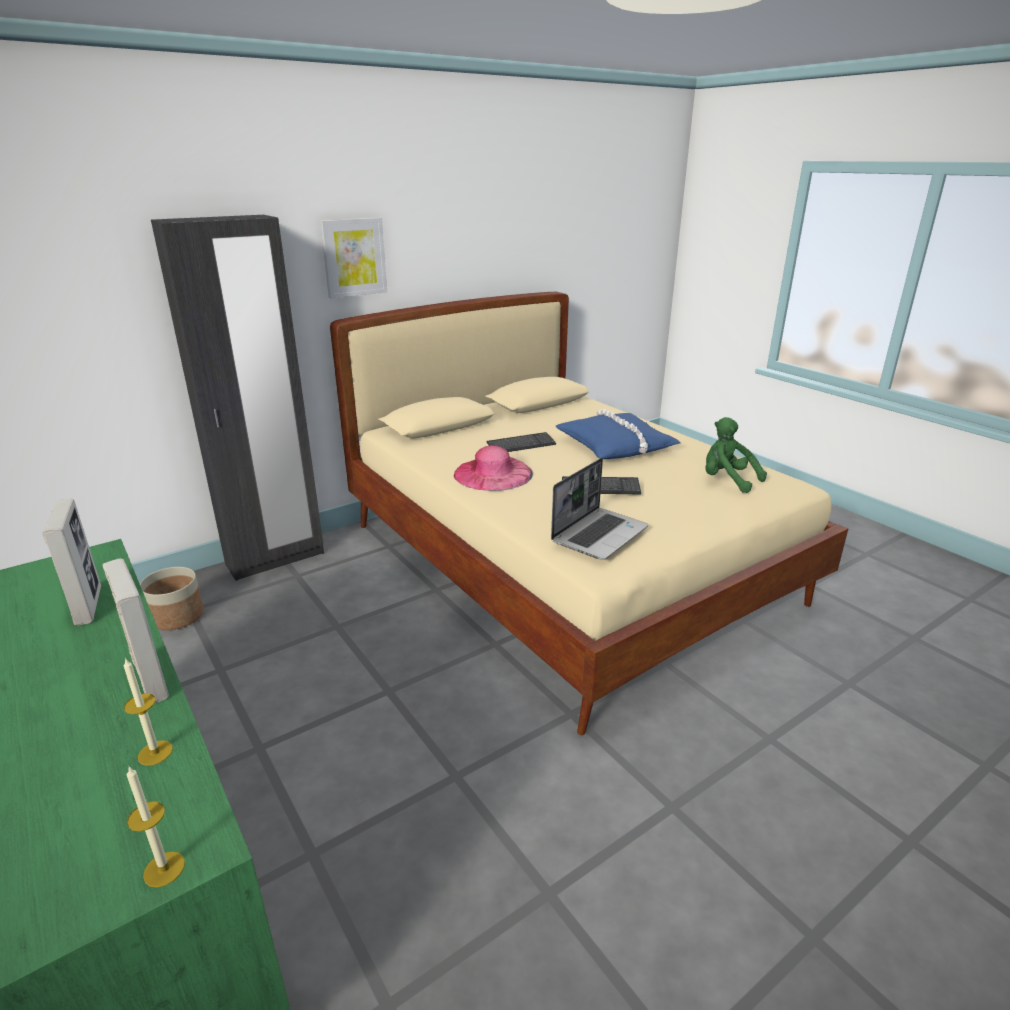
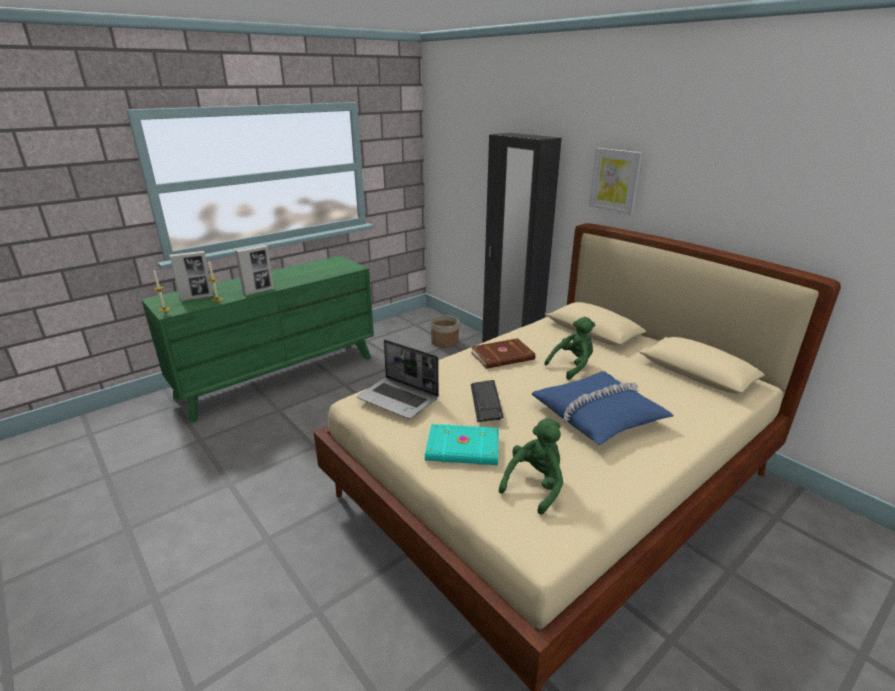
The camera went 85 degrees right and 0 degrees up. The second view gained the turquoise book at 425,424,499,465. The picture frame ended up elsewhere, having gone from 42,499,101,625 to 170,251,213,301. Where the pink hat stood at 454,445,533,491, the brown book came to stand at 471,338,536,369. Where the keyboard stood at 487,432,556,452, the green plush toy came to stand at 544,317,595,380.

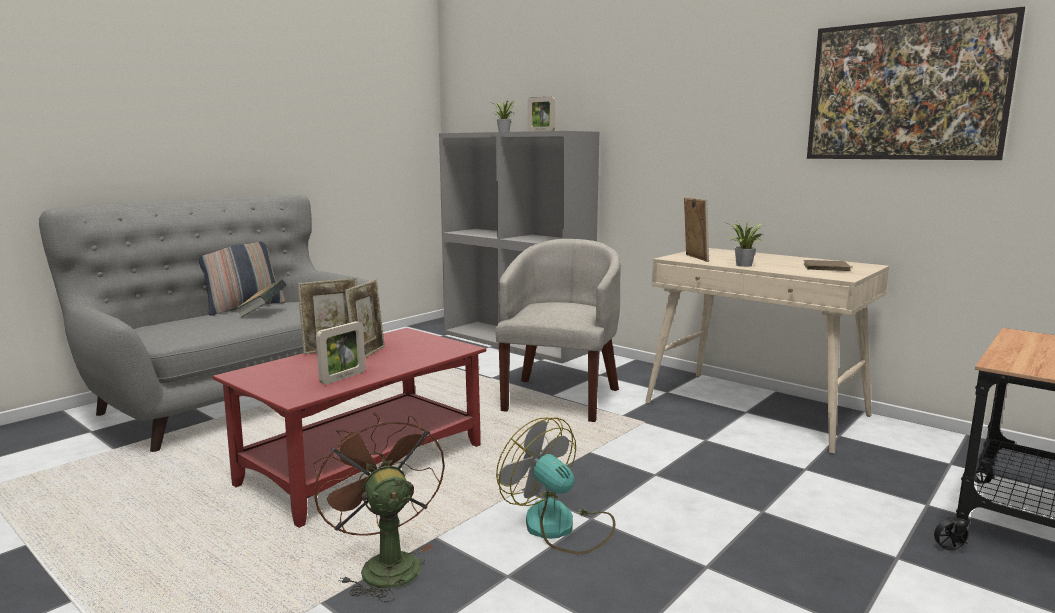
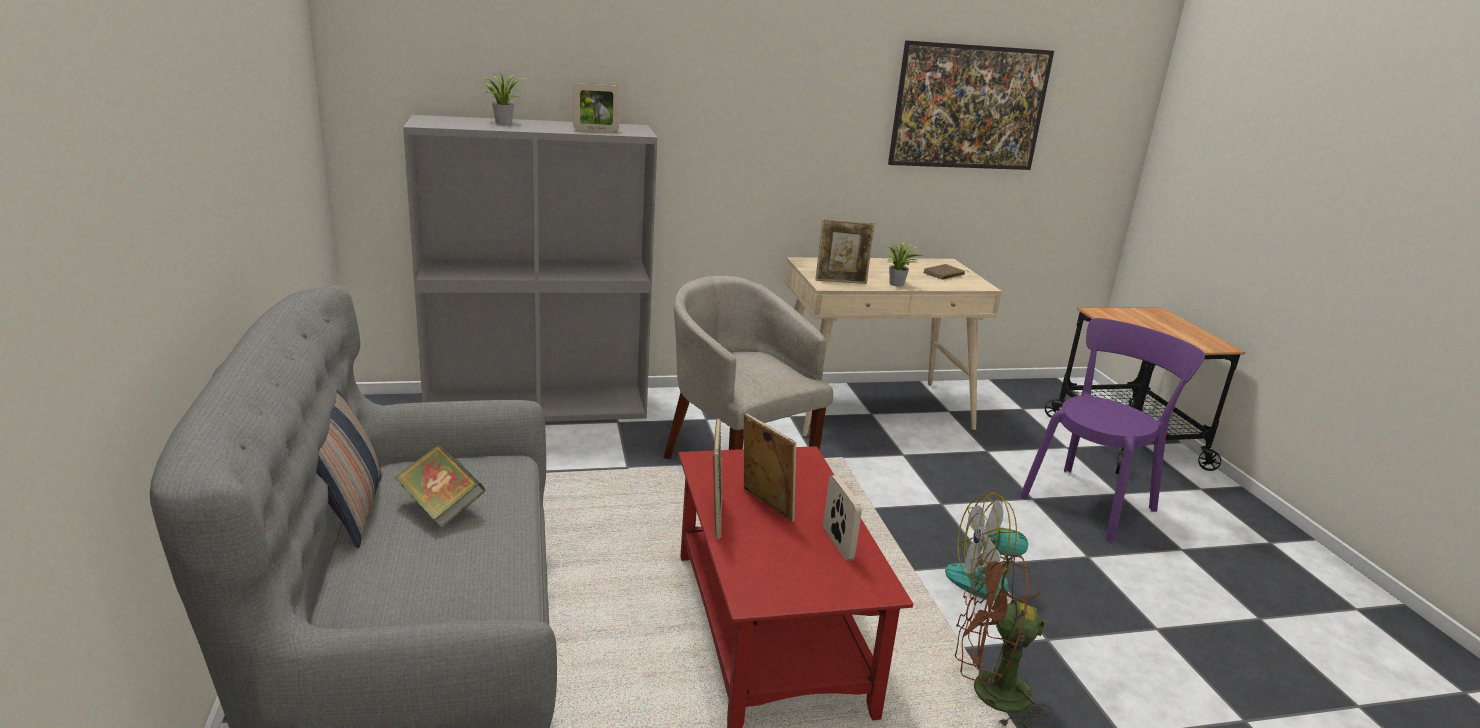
The camera went 55 degrees left and 10 degrees up. The second view gained the purple chair at 1020,318,1205,543. The picture frame at 684,197,709,262 ended up facing another way, 150 degrees clockwise from before.

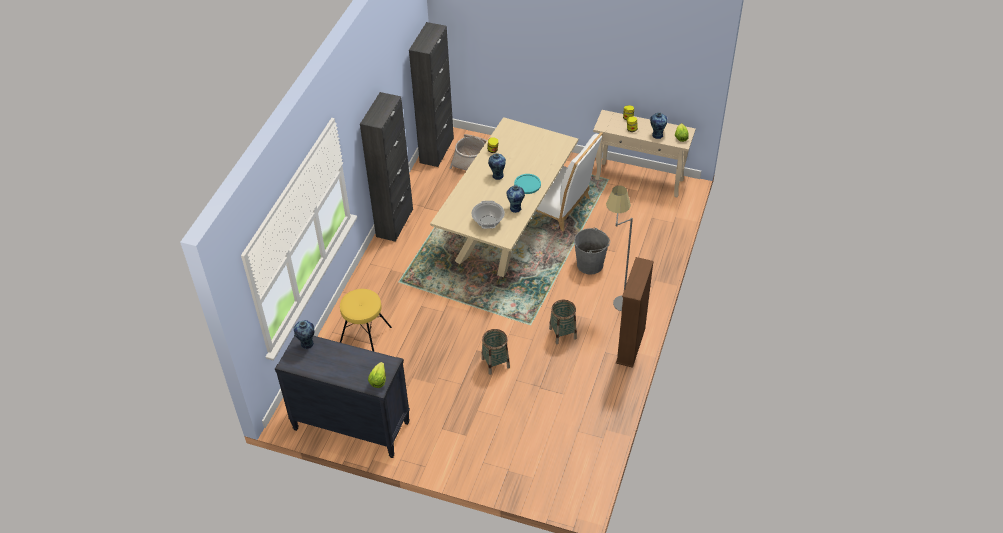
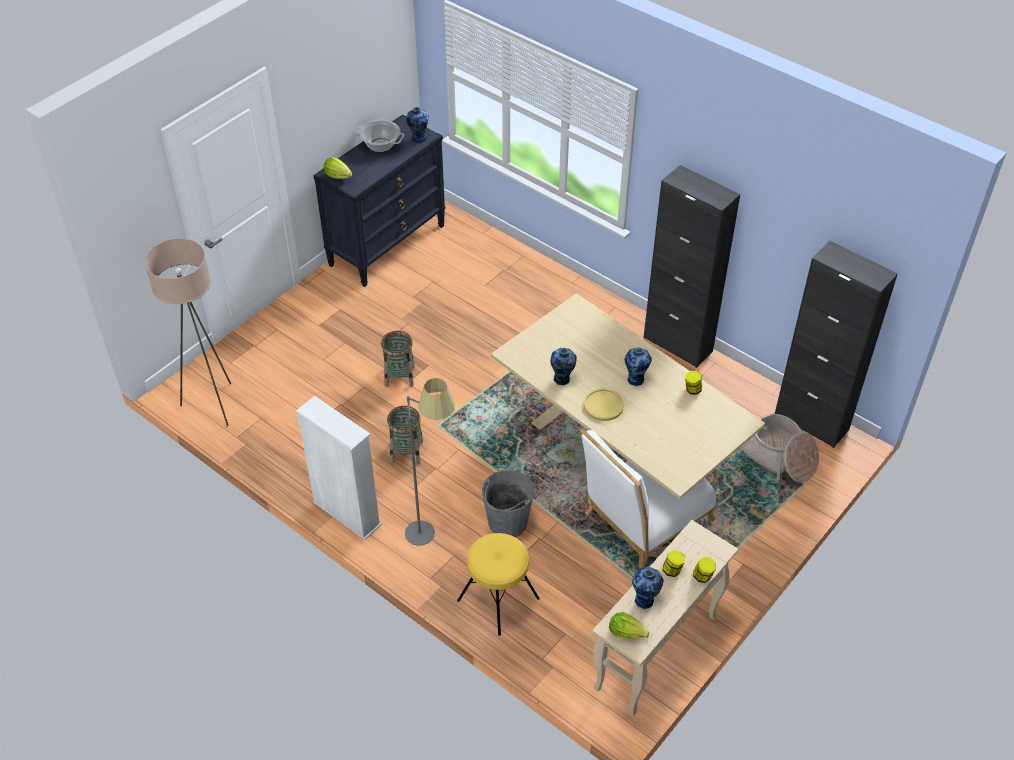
The camera went 110 degrees right and 0 degrees up. The second view gained the beige floor lamp at 145,238,231,426. The yellow stool ended up elsewhere, having gone from 340,289,392,351 to 457,533,540,636. The cooking pot ended up elsewhere, having gone from 471,201,505,229 to 355,120,404,152. What was the turquoise plate at 514,174,541,194 turned into the yellow plate at 584,388,624,421. What was the brown bookcase at 616,257,654,368 turned into the white bookcase at 296,396,382,540.

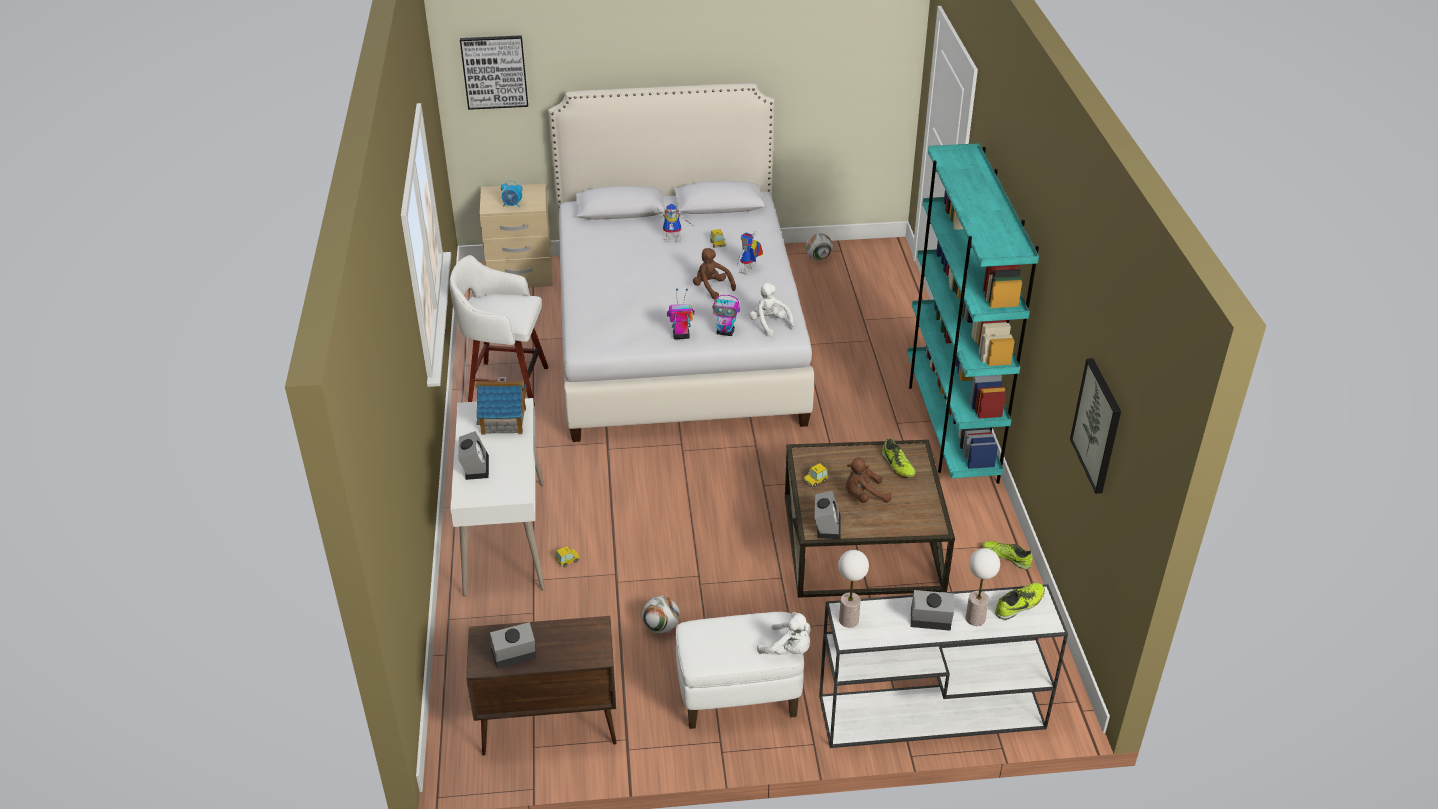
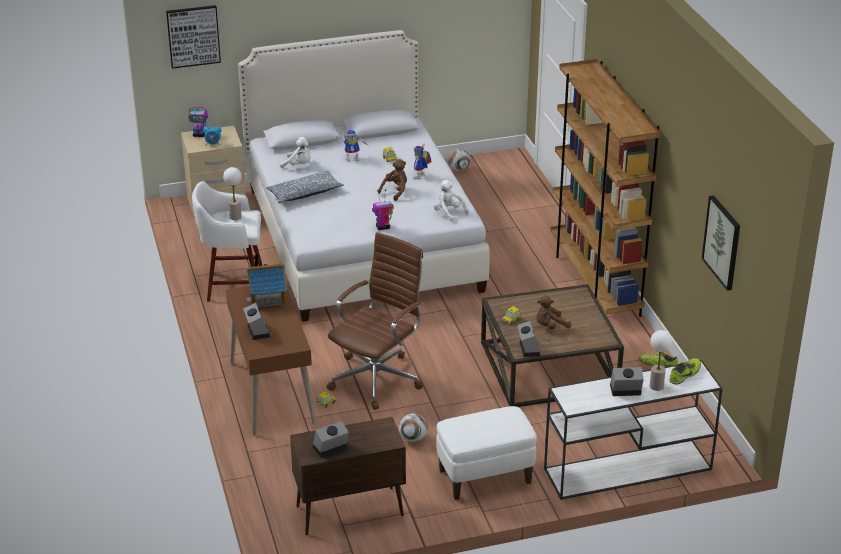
The camera went 10 degrees left and 5 degrees down. The second view lost the shoe at 882,438,916,478. The second view gained the pillow at 267,171,344,203. The second view gained the brown office chair at 327,232,423,410. The toy robot ended up elsewhere, having gone from 712,295,740,336 to 188,107,208,137. The white plush toy ended up elsewhere, having gone from 757,612,811,655 to 280,137,311,168. The table lamp ended up elsewhere, having gone from 838,550,869,628 to 223,167,242,220. What was the white desk at 450,398,545,596 turned into the brown desk at 226,284,315,436. What was the turquoise bookcase at 907,143,1039,484 turned into the brown bookcase at 551,59,661,317. The brown plush toy at 693,248,736,299 ended up facing another way, 90 degrees clockwise from before.

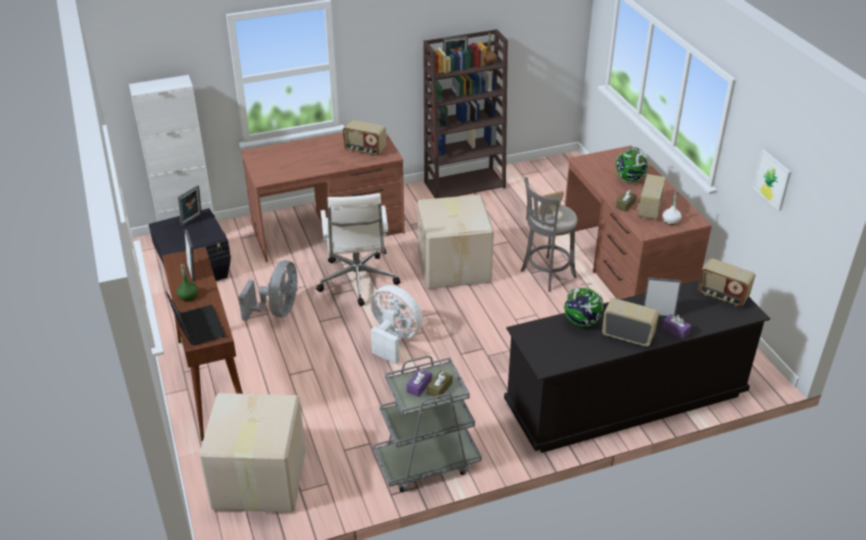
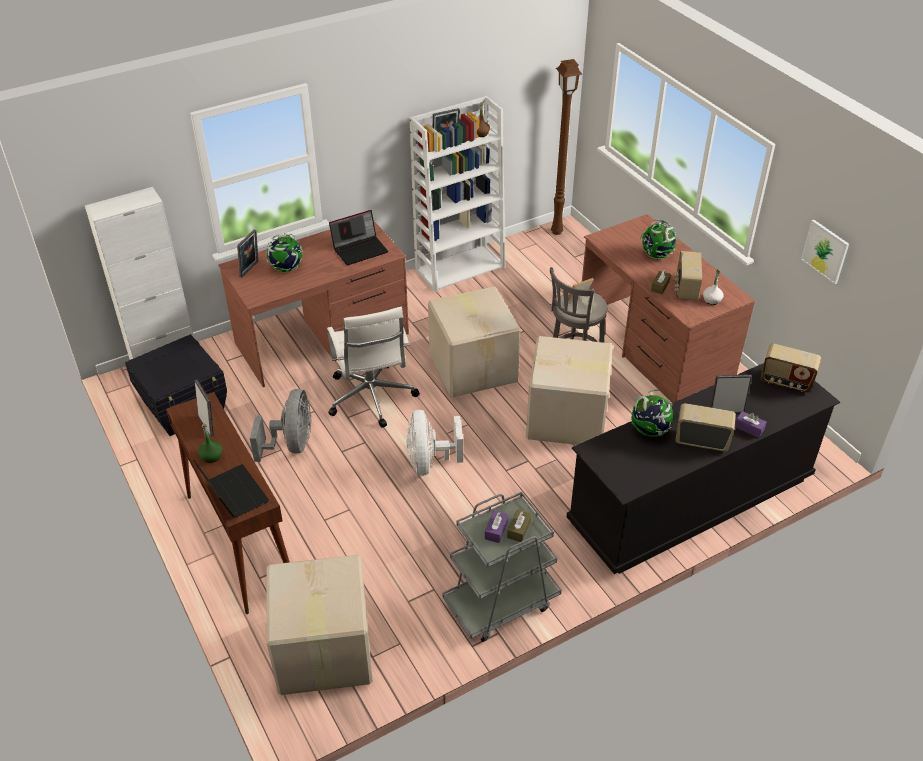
The camera went 10 degrees left and 5 degrees up. The second view gained the globe at 267,233,303,272. The second view gained the cardboard box at 526,336,613,445. The second view gained the brown floor lamp at 551,59,583,235. The picture frame ended up elsewhere, having gone from 178,185,202,226 to 237,230,258,277. Where the radio stood at 343,120,386,156, the laptop came to stand at 329,210,388,265. What was the brown bookcase at 423,29,508,198 turned into the white bookcase at 409,96,506,292. The white fan at 371,285,423,364 ended up facing another way, 120 degrees counterclockwise from before.

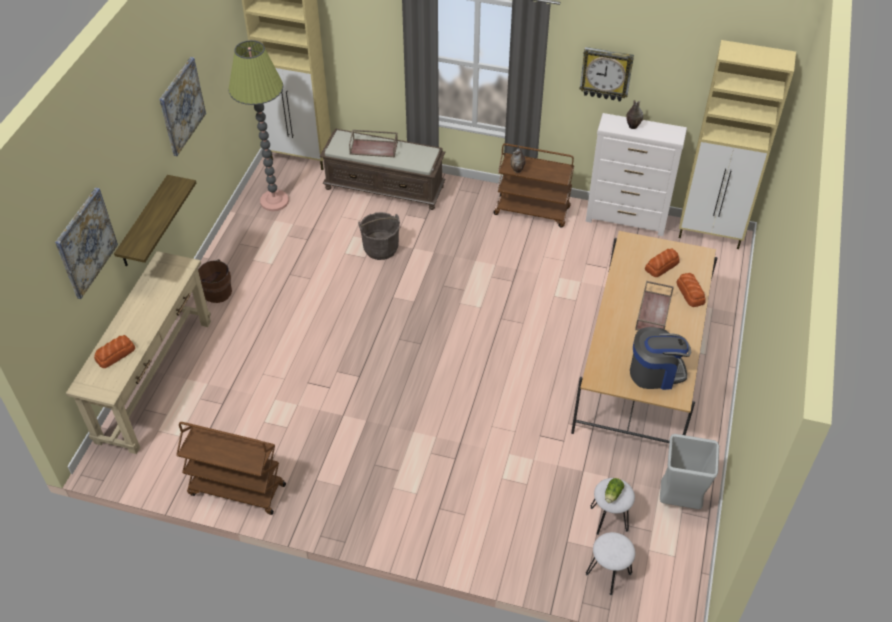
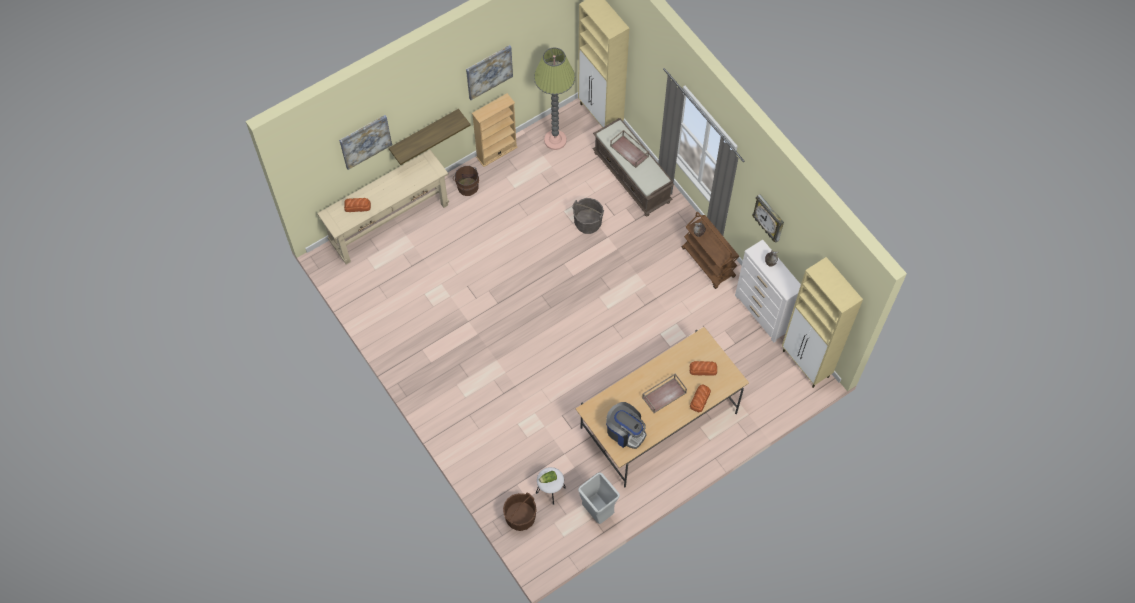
The camera went 40 degrees right and 15 degrees up. The second view lost the brown cart at 176,422,286,515. The second view gained the beige bookcase at 472,93,518,167. Where the white stool stood at 586,532,635,595, the brown bucket came to stand at 503,492,537,531.

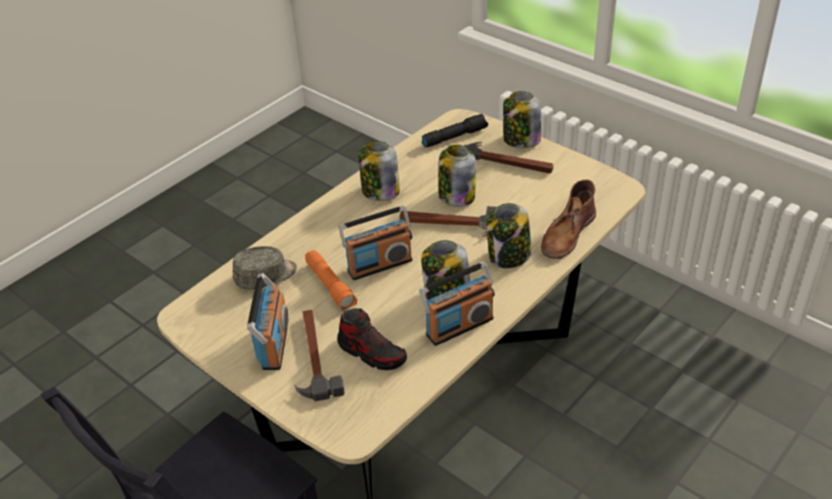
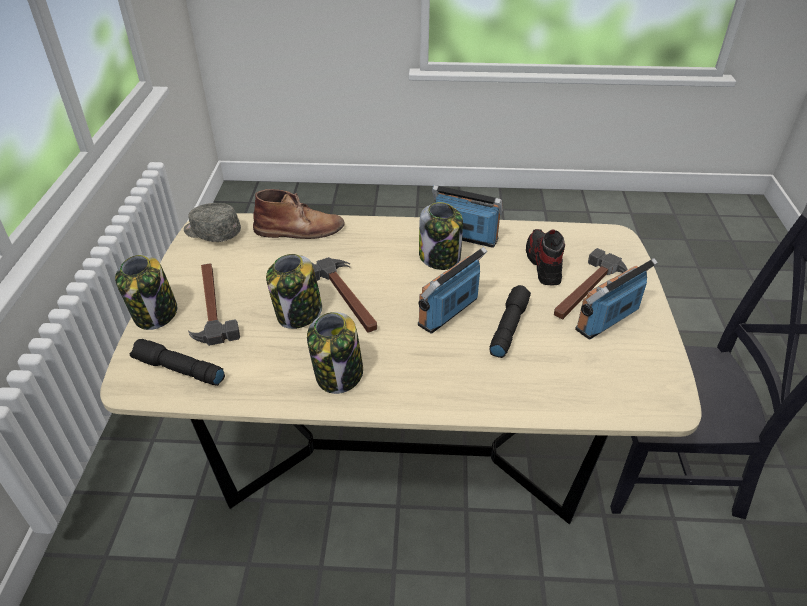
The camera went 130 degrees left and 0 degrees up. The second view lost the jar at 486,203,531,268. The grey cap ended up elsewhere, having gone from 233,246,297,290 to 184,203,241,242. What was the orange flashlight at 305,250,357,310 turned into the black flashlight at 490,285,531,358. The radio at 339,206,412,280 ended up facing another way, 75 degrees counterclockwise from before.

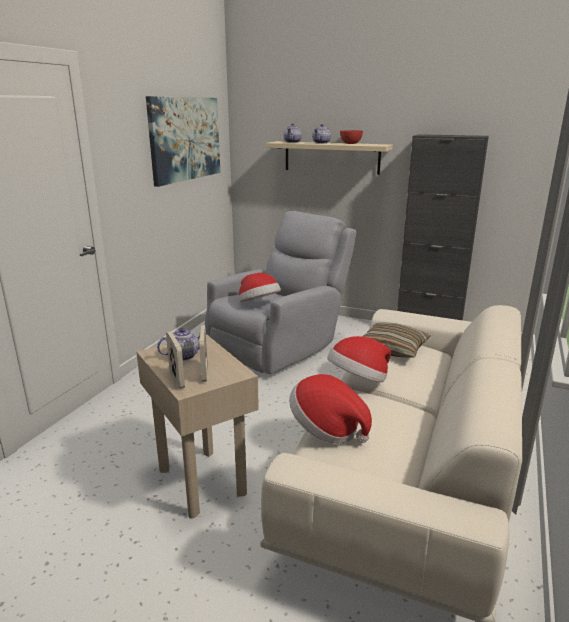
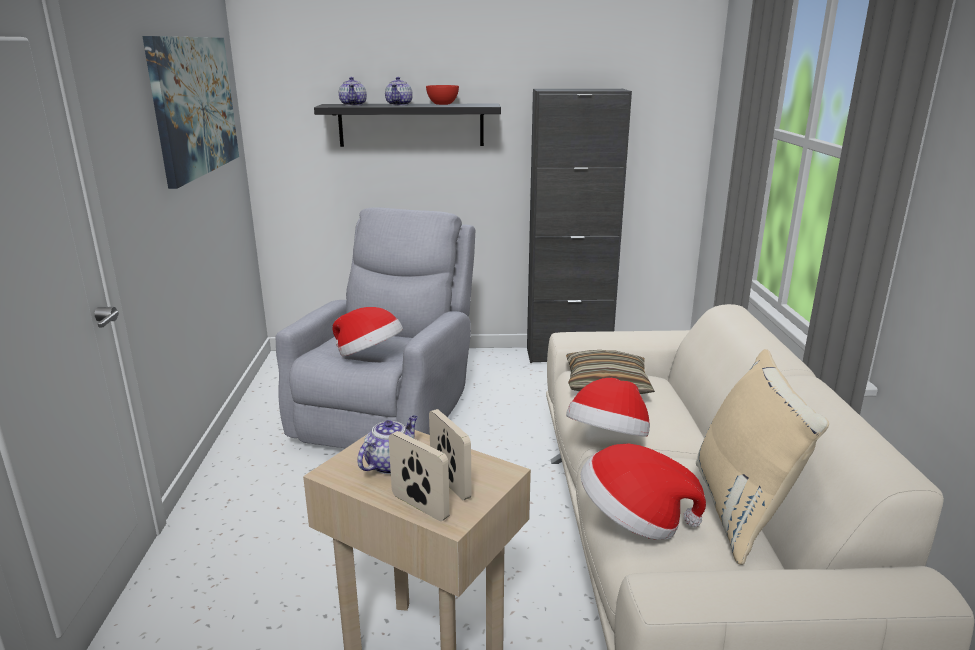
The camera went 25 degrees left and 0 degrees up. The second view gained the beige pillow at 696,349,829,565. What was the beige shelf at 266,141,393,175 turned into the black shelf at 314,104,501,147.

